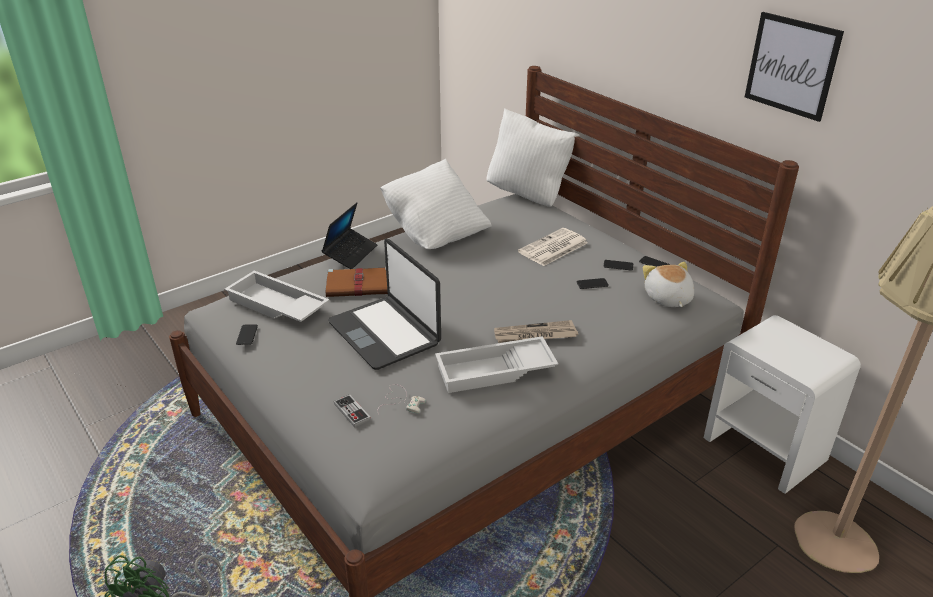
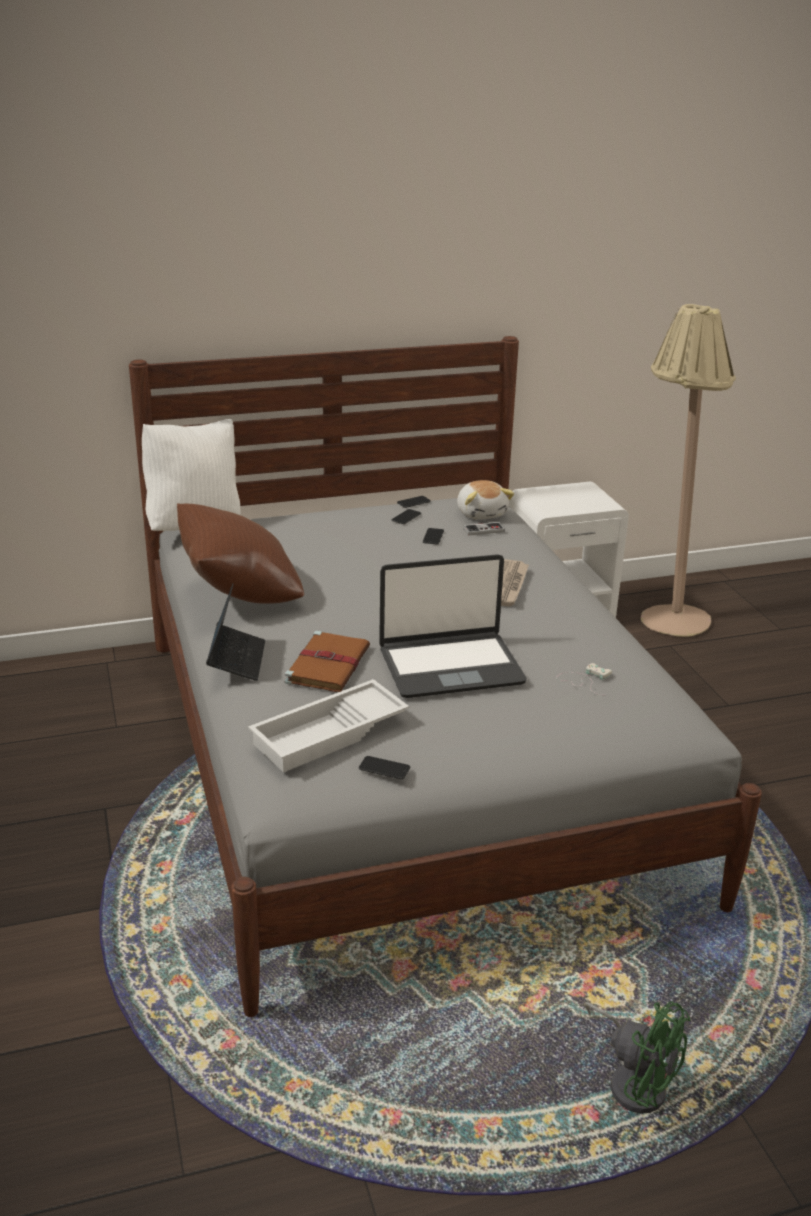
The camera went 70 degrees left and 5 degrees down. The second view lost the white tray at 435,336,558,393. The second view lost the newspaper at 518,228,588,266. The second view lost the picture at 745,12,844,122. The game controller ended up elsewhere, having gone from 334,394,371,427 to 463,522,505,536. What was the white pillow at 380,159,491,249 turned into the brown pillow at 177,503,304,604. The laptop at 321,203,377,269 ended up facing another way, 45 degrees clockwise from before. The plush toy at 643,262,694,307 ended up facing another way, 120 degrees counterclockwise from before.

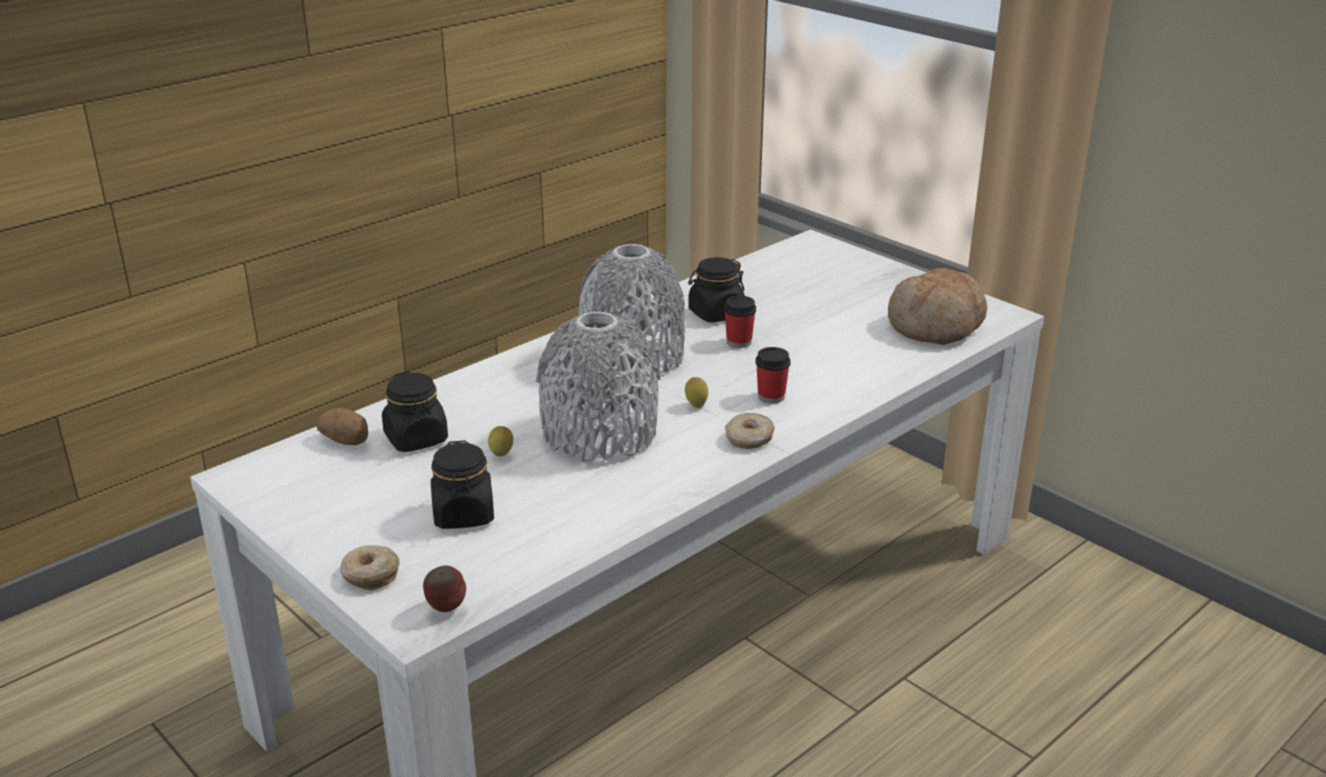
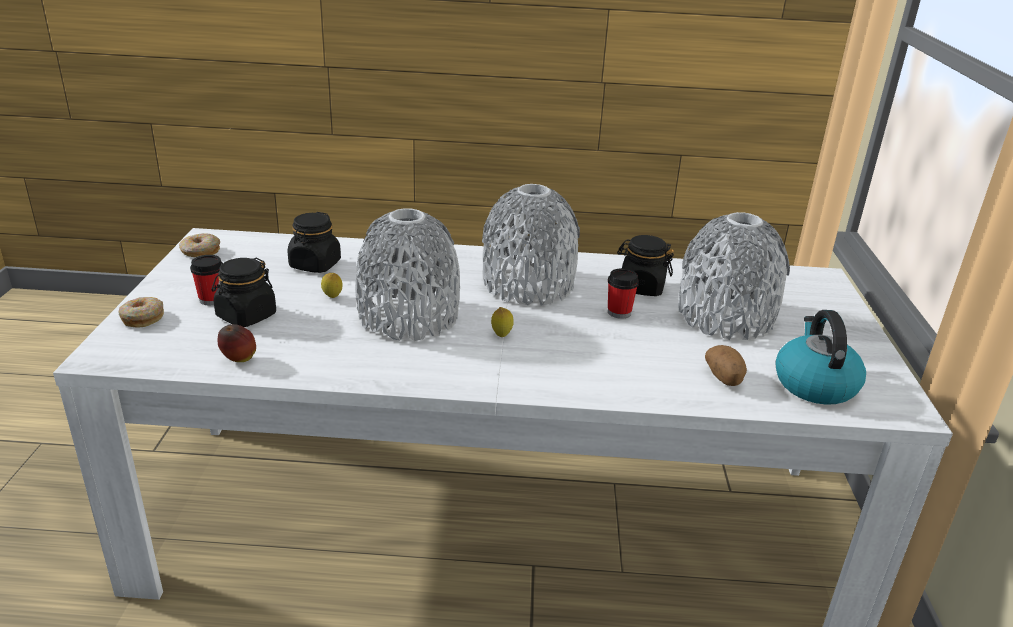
The camera went 45 degrees right and 0 degrees up. The second view gained the grey vase at 678,212,790,340. The potato ended up elsewhere, having gone from 316,408,368,445 to 705,345,747,386. The apple ended up elsewhere, having gone from 423,565,466,612 to 218,324,256,362. The donut ended up elsewhere, having gone from 725,413,775,449 to 179,233,220,258. The cup ended up elsewhere, having gone from 755,347,791,404 to 190,255,223,305. Where the bread stood at 888,268,987,345, the kettle came to stand at 775,310,866,405.

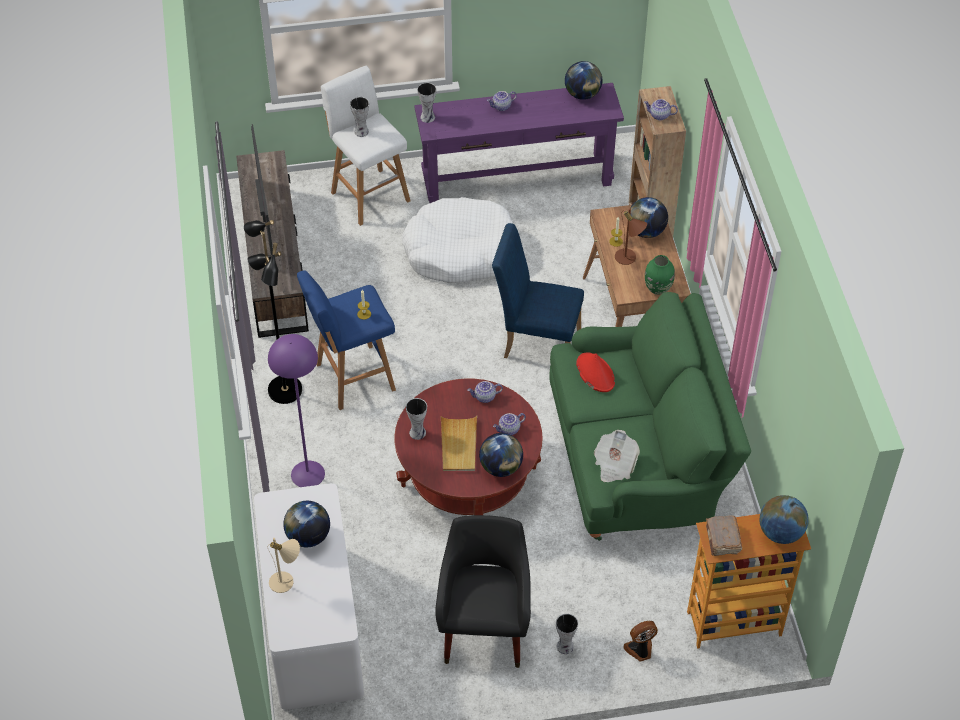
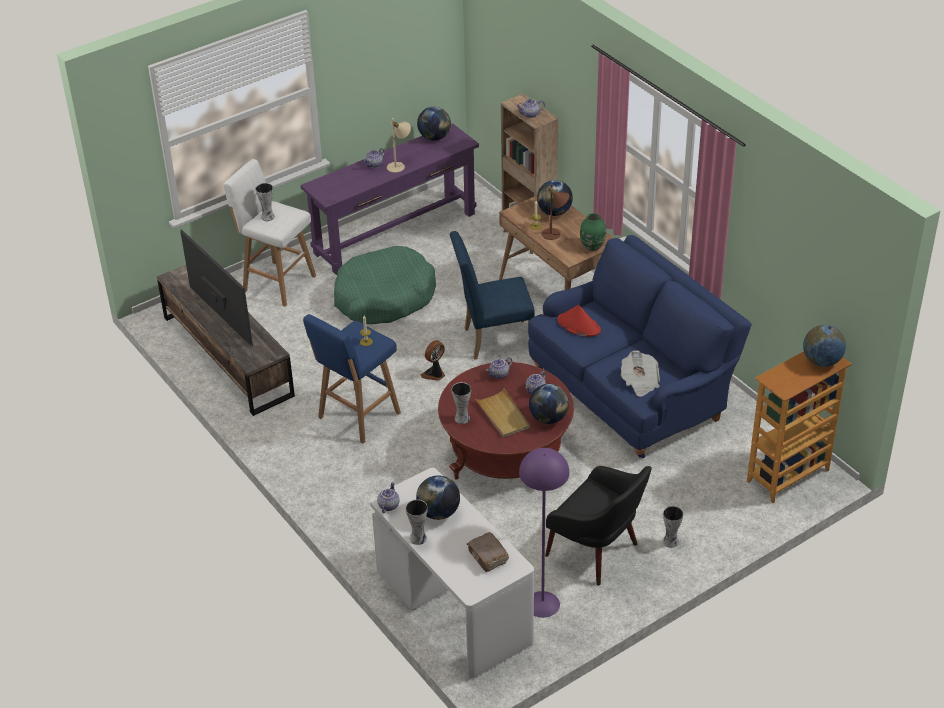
The camera went 25 degrees left and 10 degrees down. The second view lost the black floor lamp at 244,220,302,404. The second view gained the teapot at 377,482,400,513. The purple floor lamp ended up elsewhere, having gone from 268,334,325,487 to 519,448,569,618. The beige table lamp ended up elsewhere, having gone from 268,538,300,593 to 387,118,411,173. The vase ended up elsewhere, having gone from 417,83,436,123 to 406,499,428,545. The fan ended up elsewhere, having gone from 623,621,658,662 to 421,340,445,381. The brown book ended up elsewhere, having gone from 706,515,742,556 to 467,532,509,572. What was the white dog bed at 402,197,513,283 turned into the green dog bed at 334,246,436,324. What was the green sofa at 550,292,751,541 turned into the blue sofa at 528,235,751,458. The black armchair at 435,515,531,668 ended up facing another way, 150 degrees clockwise from before.

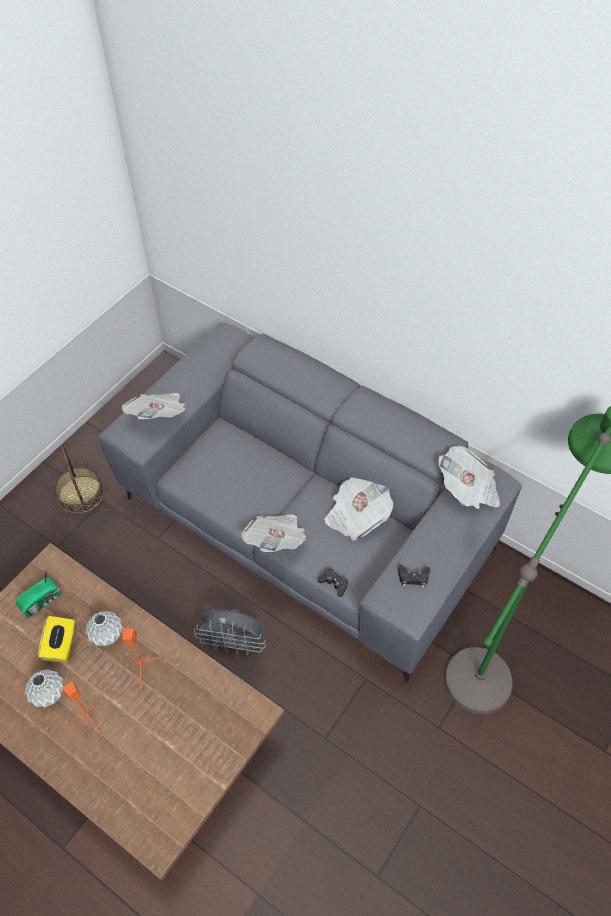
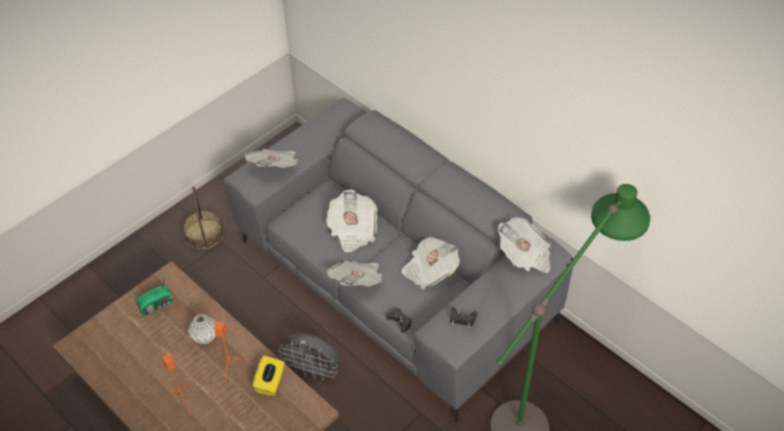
The camera went 10 degrees right and 5 degrees down. The second view lost the grey vase at 25,669,63,707. The second view gained the newspaper at 326,190,377,253. The yellow tissue box ended up elsewhere, having gone from 38,616,75,662 to 253,356,284,396.

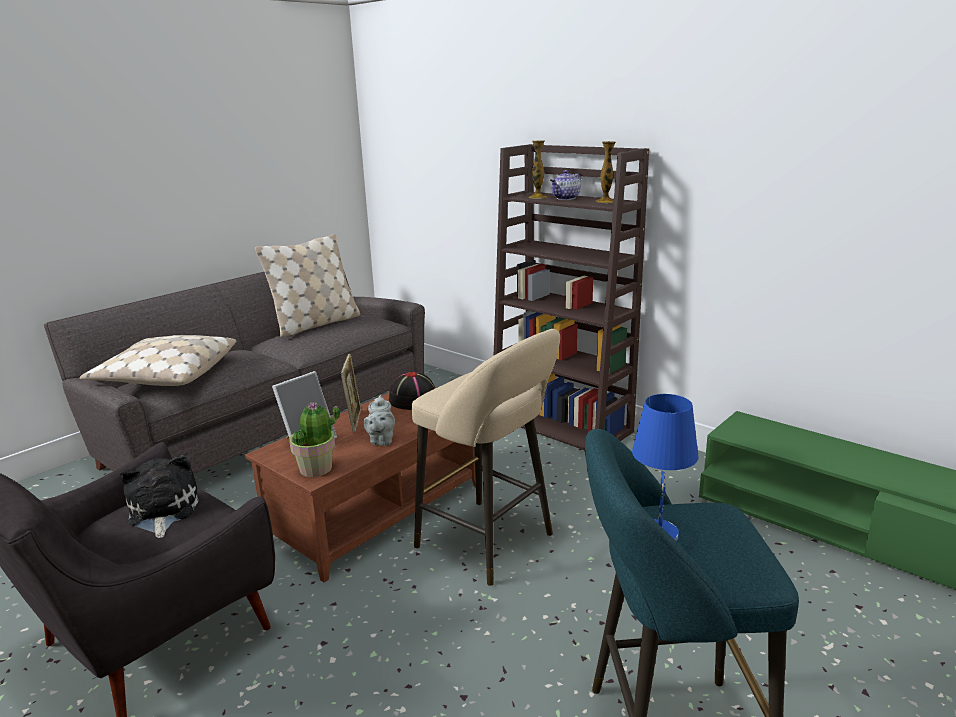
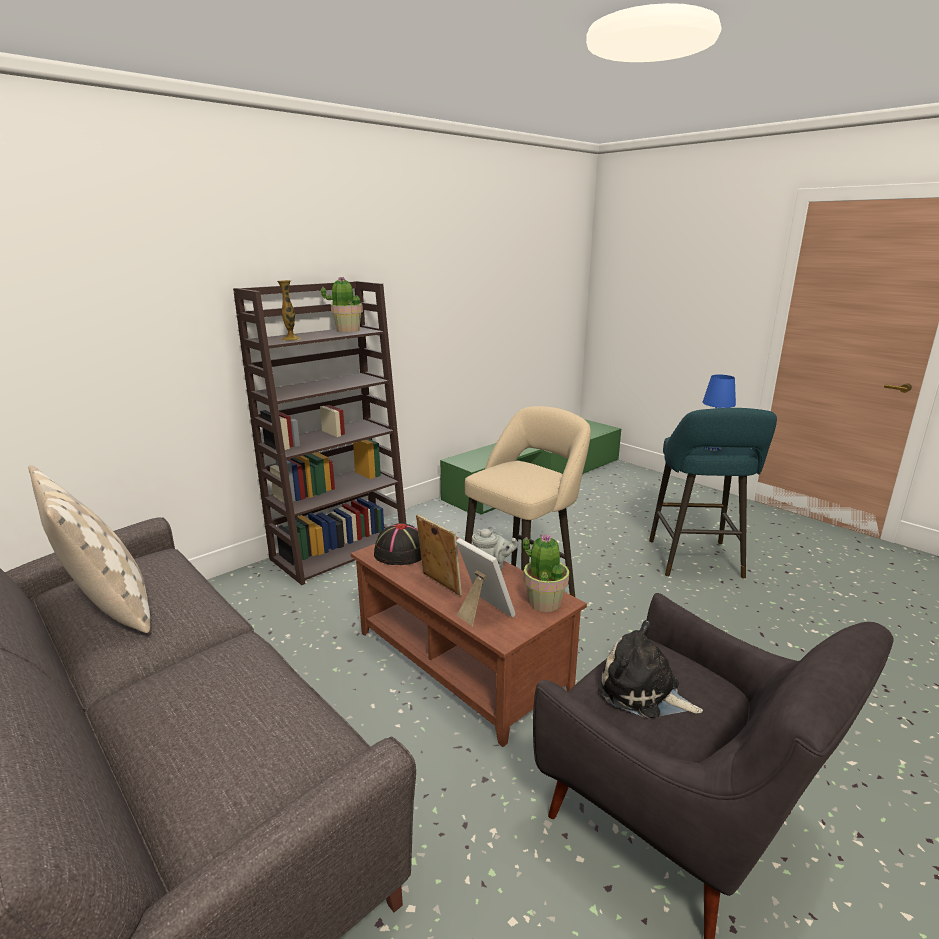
The camera went 85 degrees left and 0 degrees up. The second view lost the beige pillow at 80,335,236,386. The second view lost the teapot at 550,170,582,200. Where the vase stood at 596,141,616,203, the potted plant came to stand at 321,277,363,332. The plush toy at 120,455,199,538 ended up facing another way, 45 degrees clockwise from before. The picture frame at 341,354,361,432 ended up facing another way, 45 degrees clockwise from before.

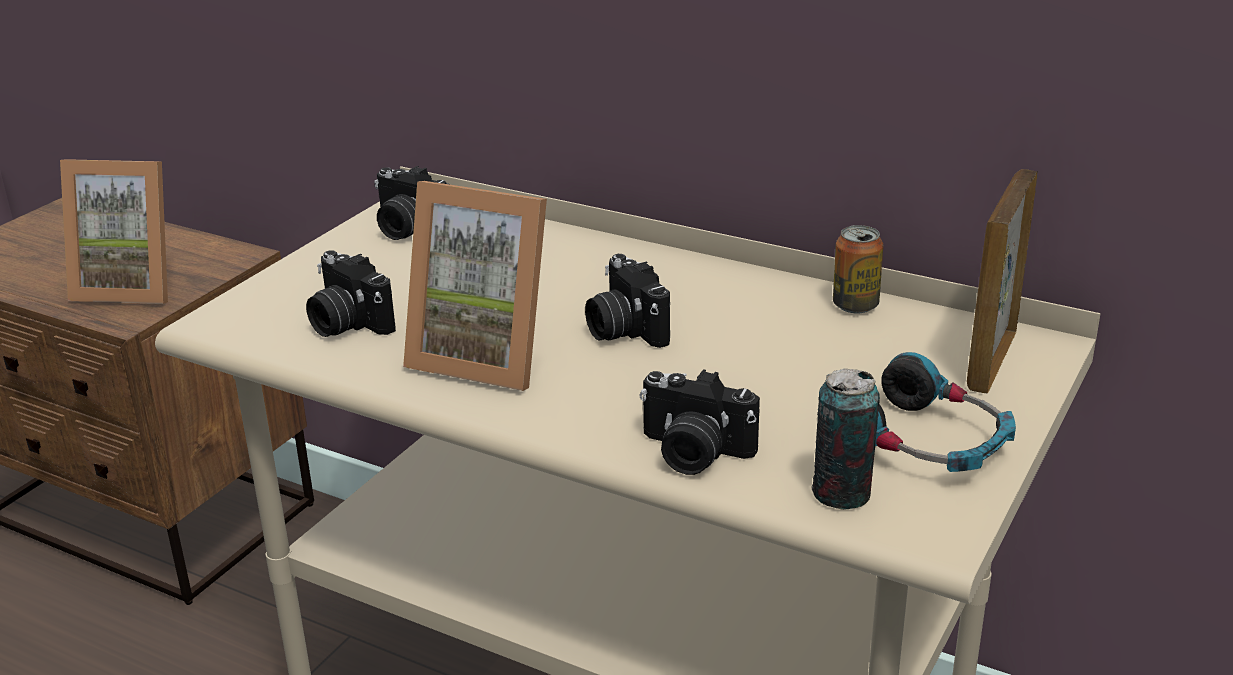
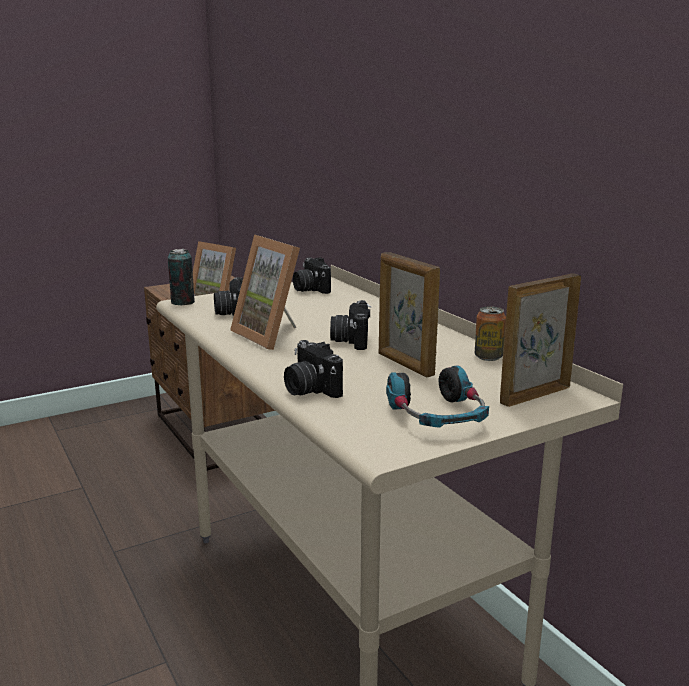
The camera went 30 degrees right and 10 degrees down. The second view gained the picture frame at 379,252,440,377. The can ended up elsewhere, having gone from 811,369,880,510 to 168,249,195,305.

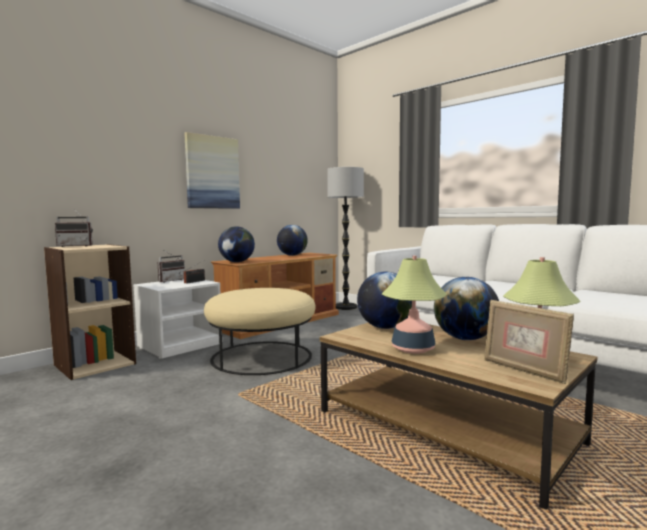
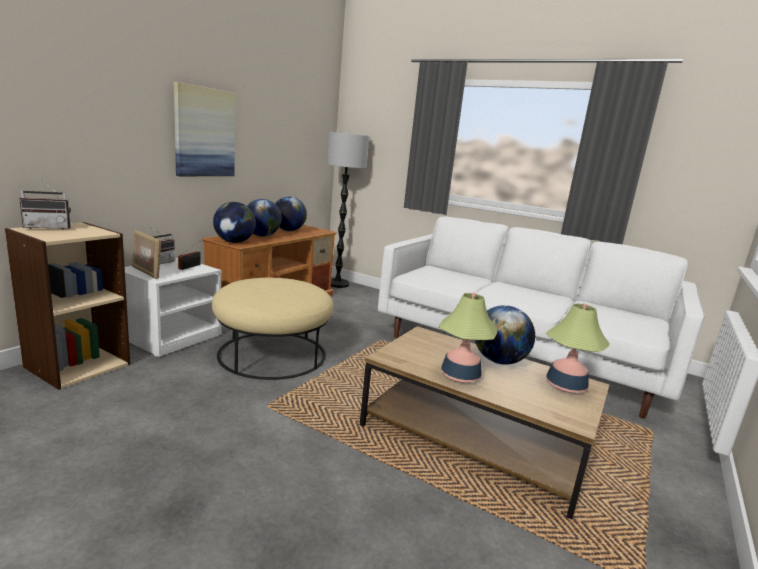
The camera went 15 degrees left and 10 degrees up. The globe ended up elsewhere, having gone from 357,272,412,329 to 247,199,282,237. The picture frame ended up elsewhere, having gone from 484,300,574,384 to 132,230,161,279.

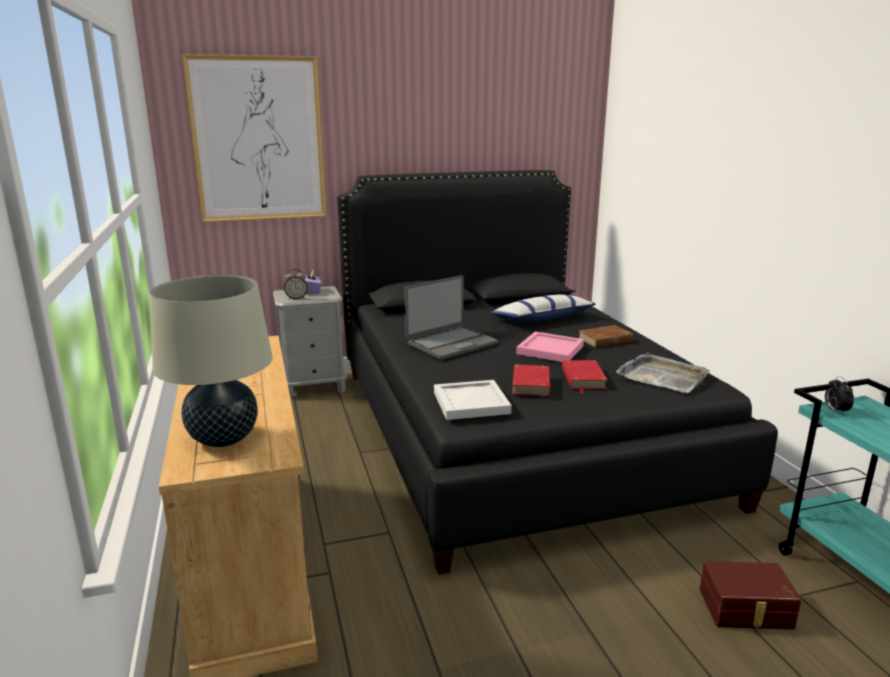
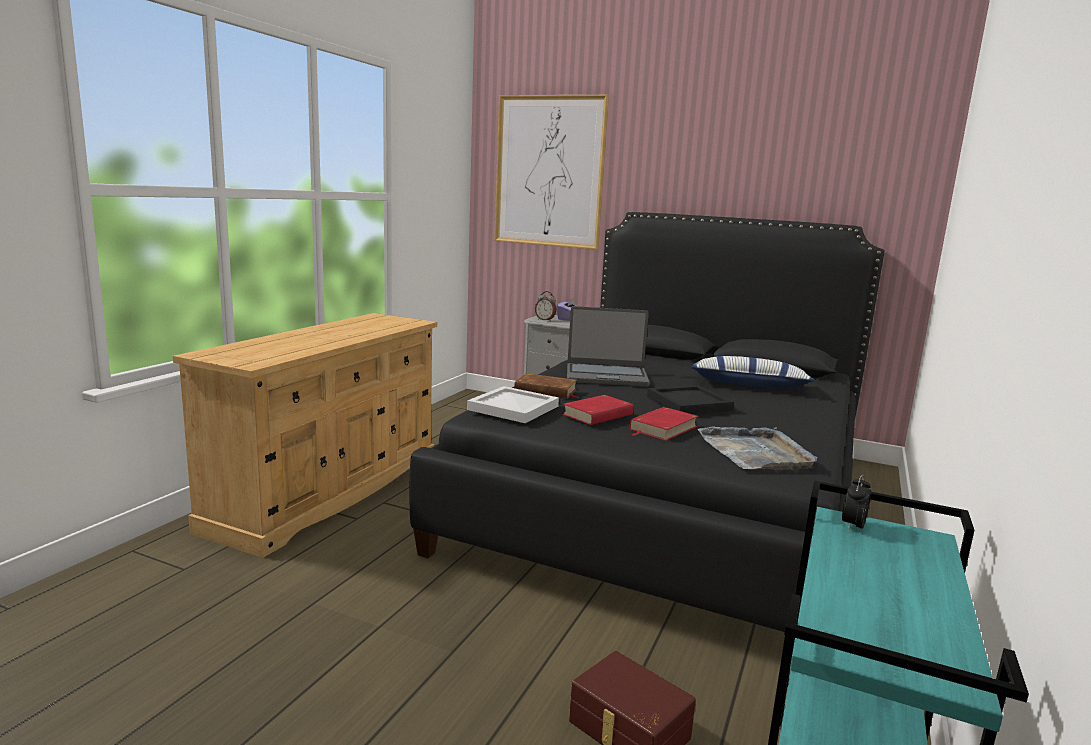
The camera went 40 degrees right and 5 degrees down. The second view lost the beige table lamp at 150,275,273,447. The brown book ended up elsewhere, having gone from 579,325,634,348 to 514,373,579,398. What was the pink tray at 516,332,584,362 turned into the black tray at 647,385,734,414.

